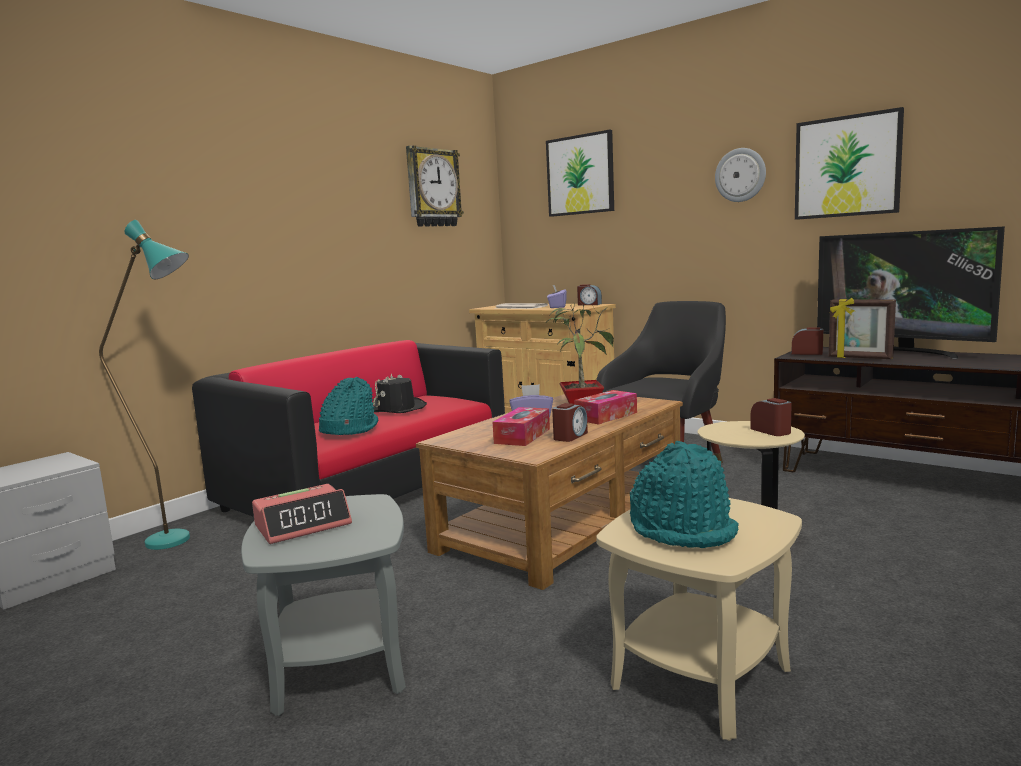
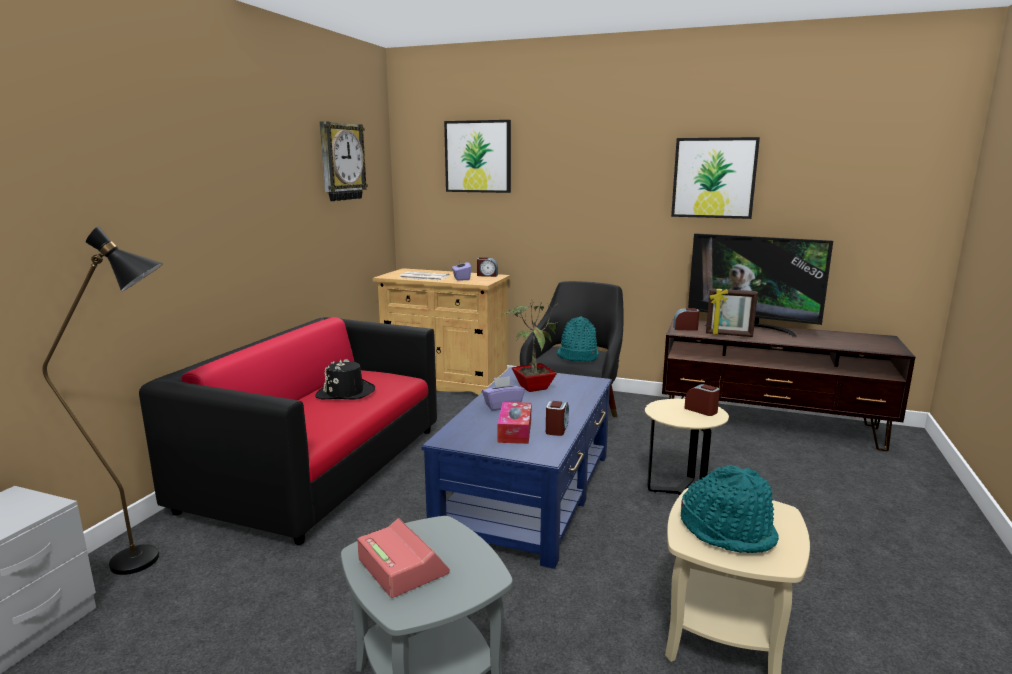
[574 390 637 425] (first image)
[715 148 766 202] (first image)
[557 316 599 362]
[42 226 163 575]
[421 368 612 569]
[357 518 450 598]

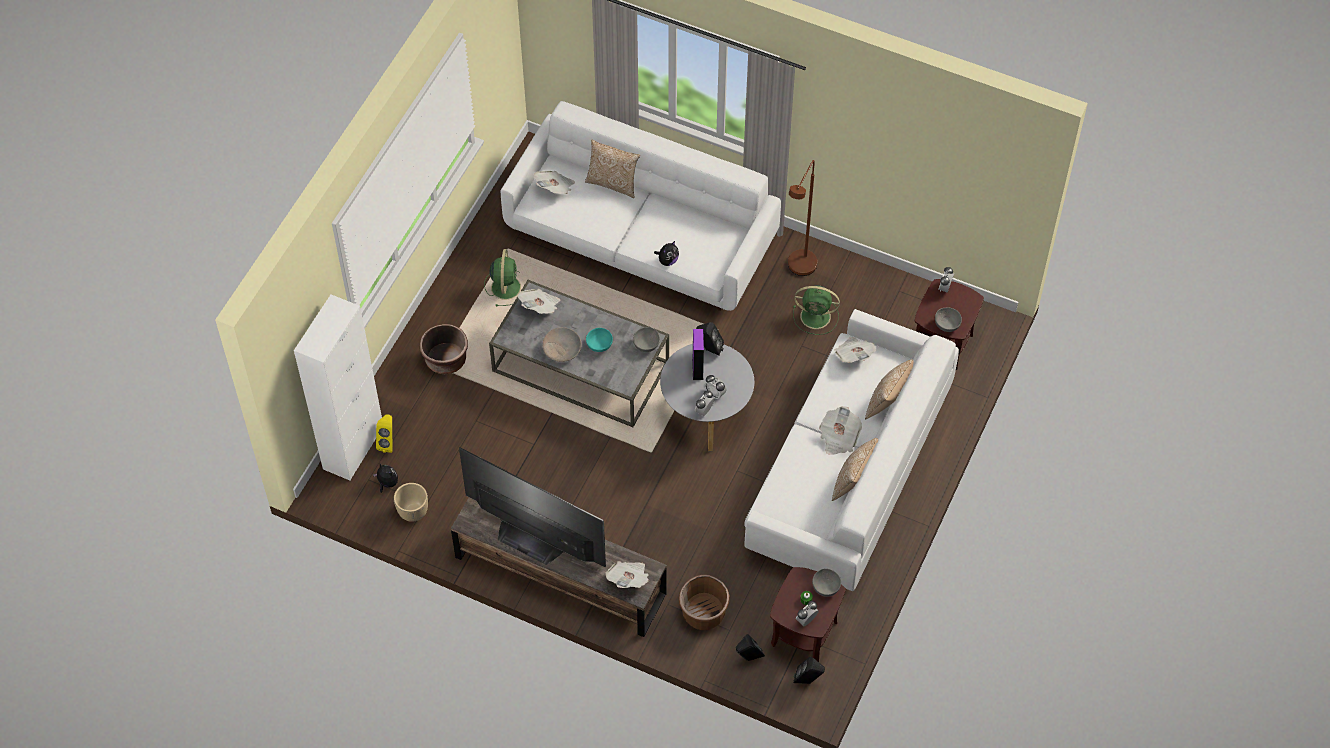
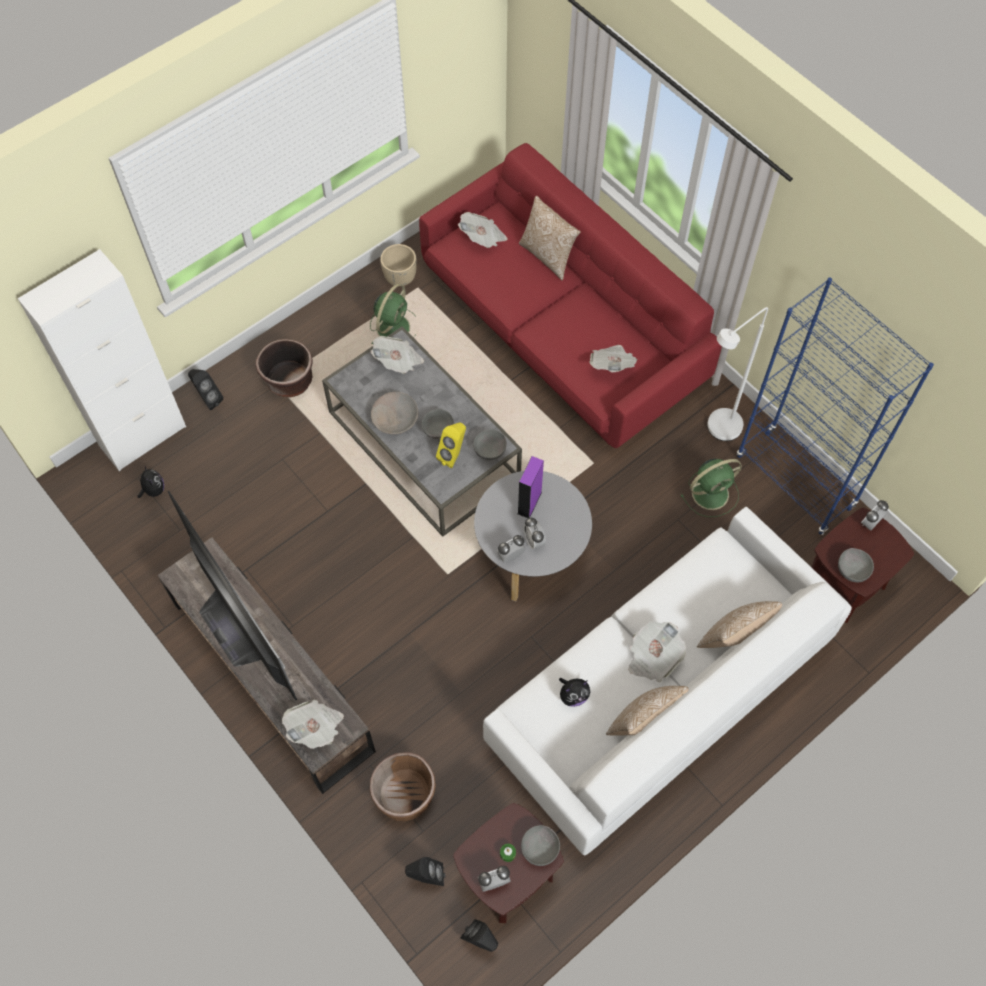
[736 277 934 535]
[436 422 466 468]
[380 244 417 286]
[559 678 590 707]
[188 369 223 410]
[589 345 638 372]
[419 143 722 448]
[422 409 454 439]
[707 307 768 441]
[680 458 742 517]

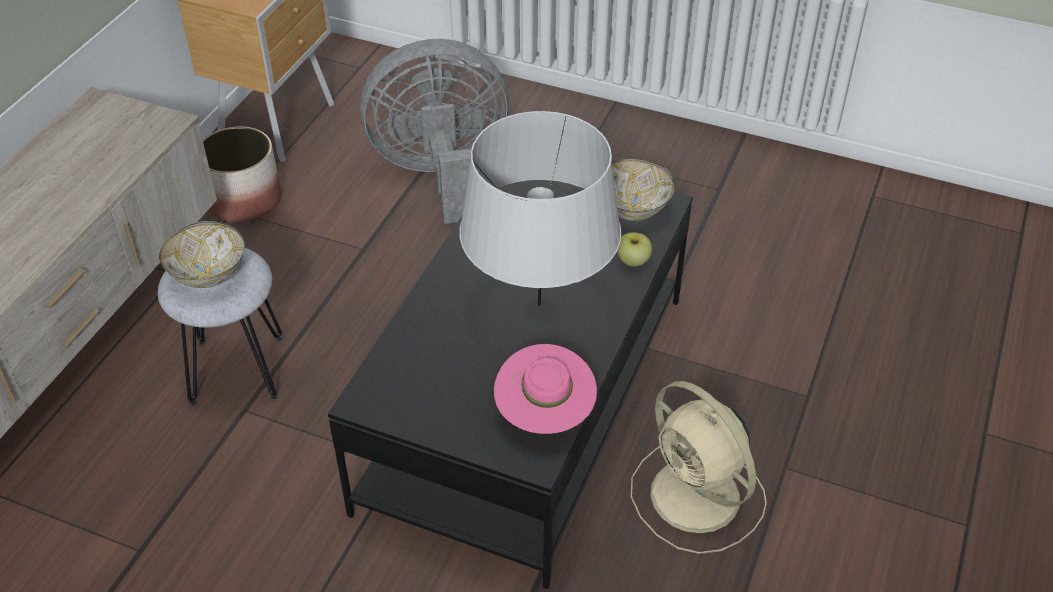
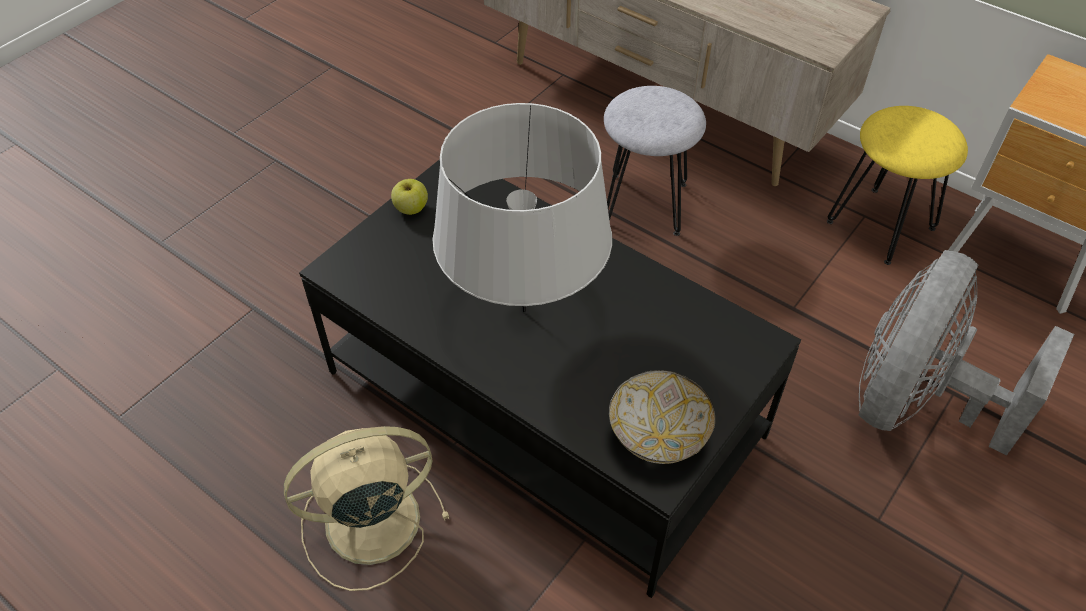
[159 221 245 288] (first image)
[494 344 597 434] (first image)
[391 179 428 215]
[827 106 968 265]
[859 250 1074 456]

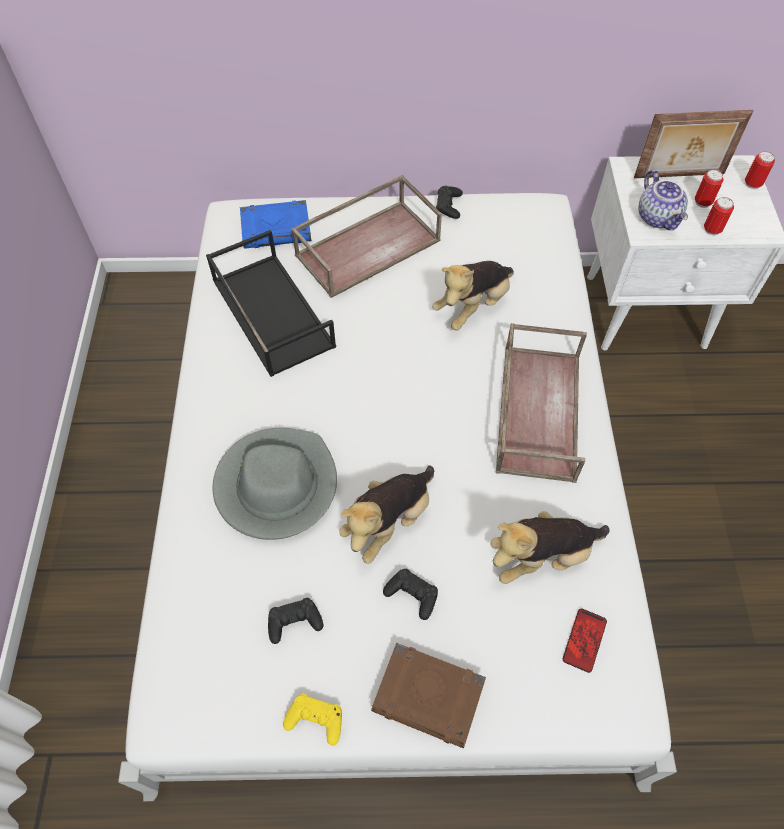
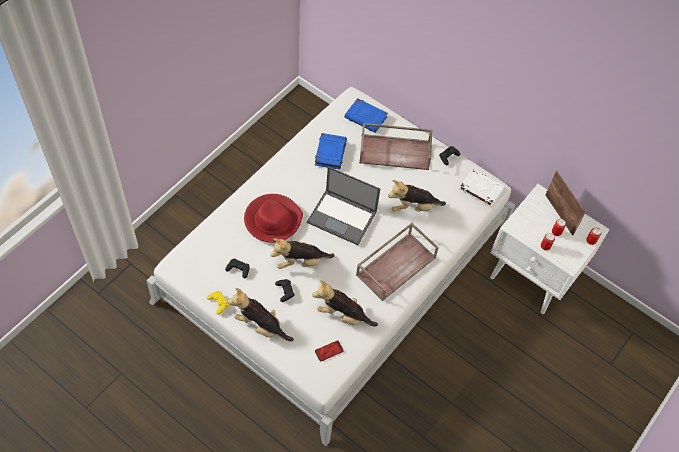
[639 170 688 230] (first image)
[307 166 380 245]
[459 169 505 207]
[315 133 347 169]
[228 288 294 341]
[244 194 303 242]
[545 171 586 236]

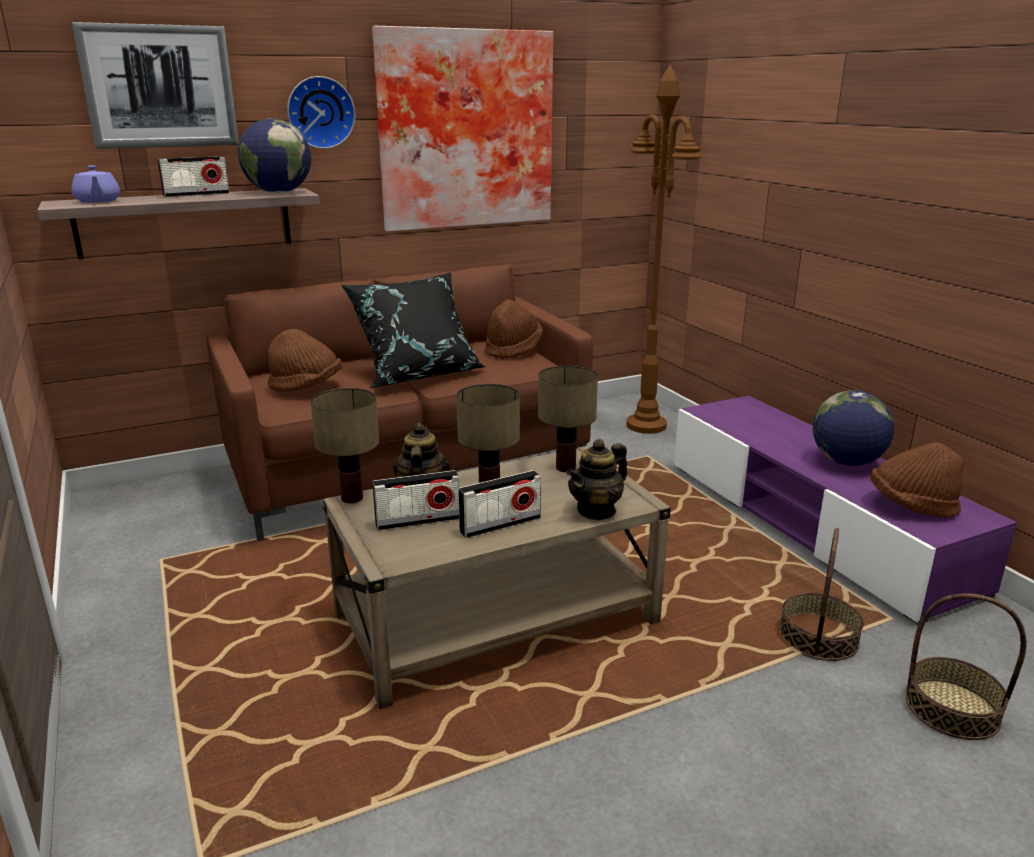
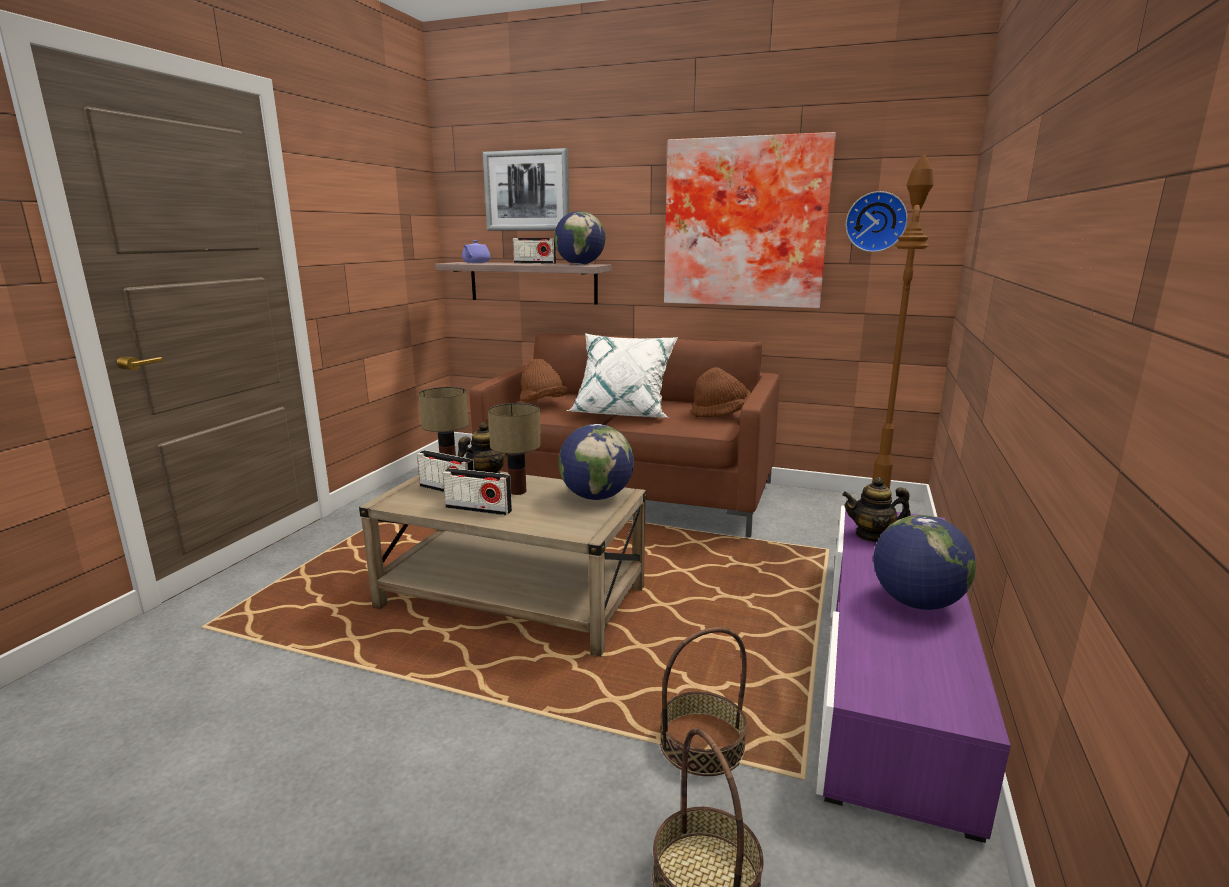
[871 442 964 518] (first image)
[846 191 908 252]
[842 477 911 542]
[558 424 634 500]
[567 333 678 418]

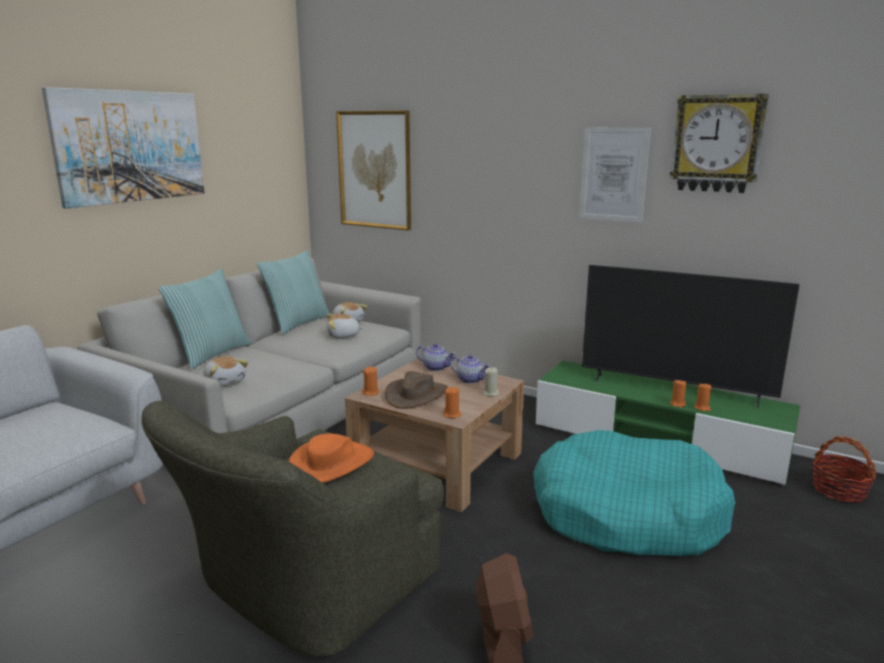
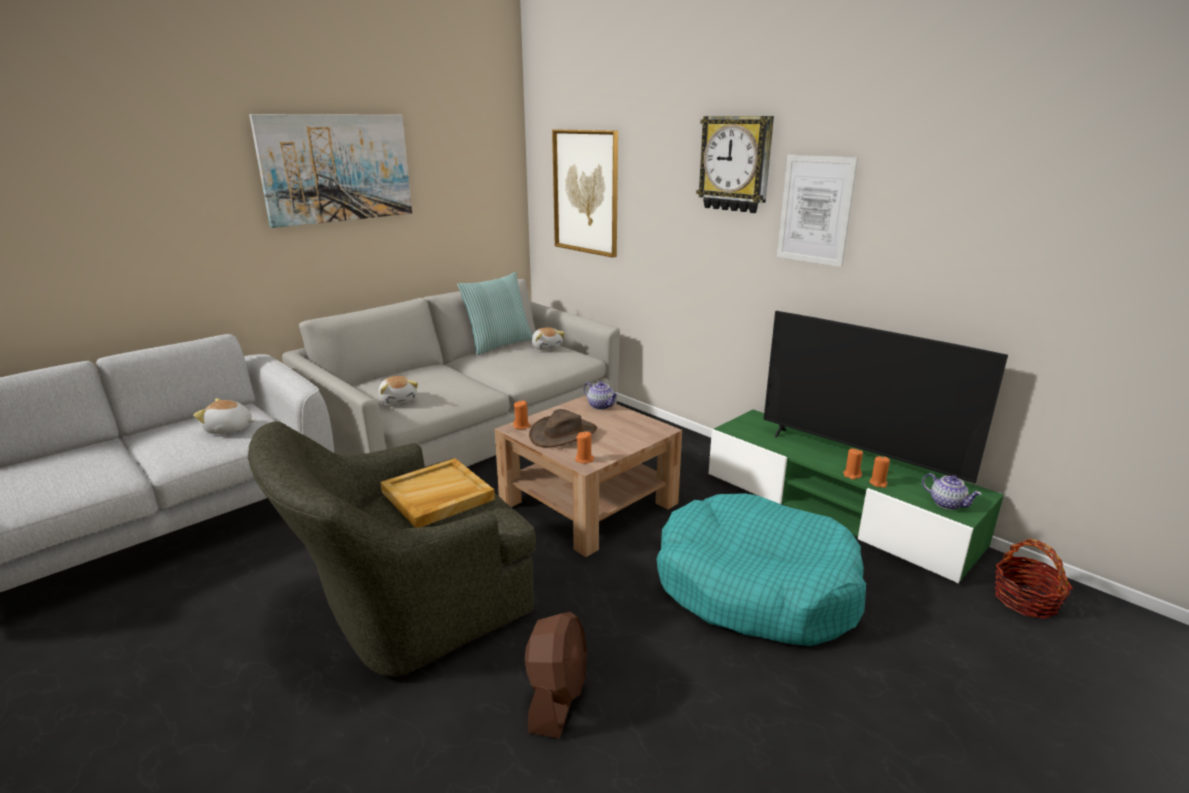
[158 269 251 370] (first image)
[483 367 500 396] (first image)
[193 398 254 434]
[922 473 981 510]
[696 116 774 213]
[380 458 495 528]

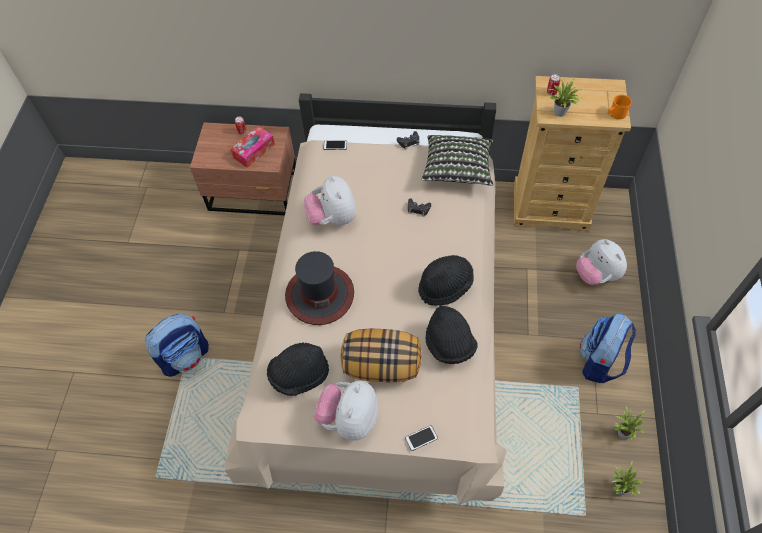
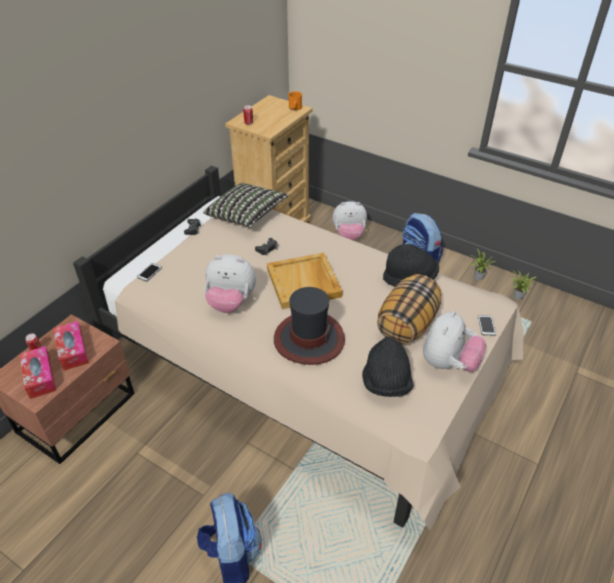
[418 255 474 306] (first image)
[548 78 582 117] (first image)
[20 346 57 399]
[267 253 342 309]
[423 311 486 372]

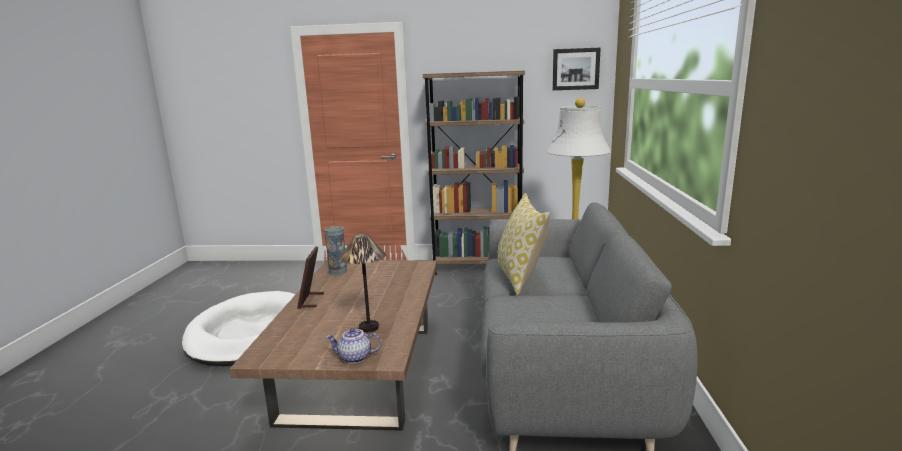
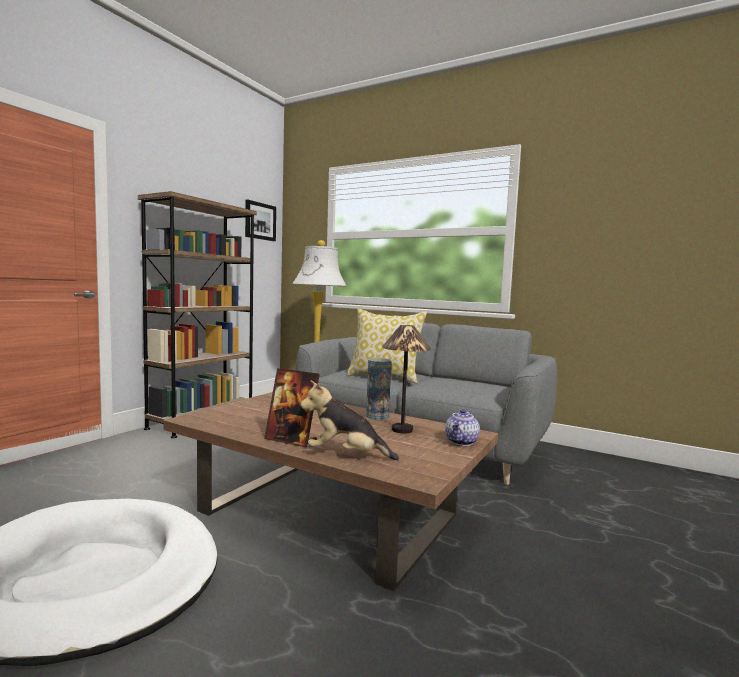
[300 380 399 461]
[366 358 391 420]

